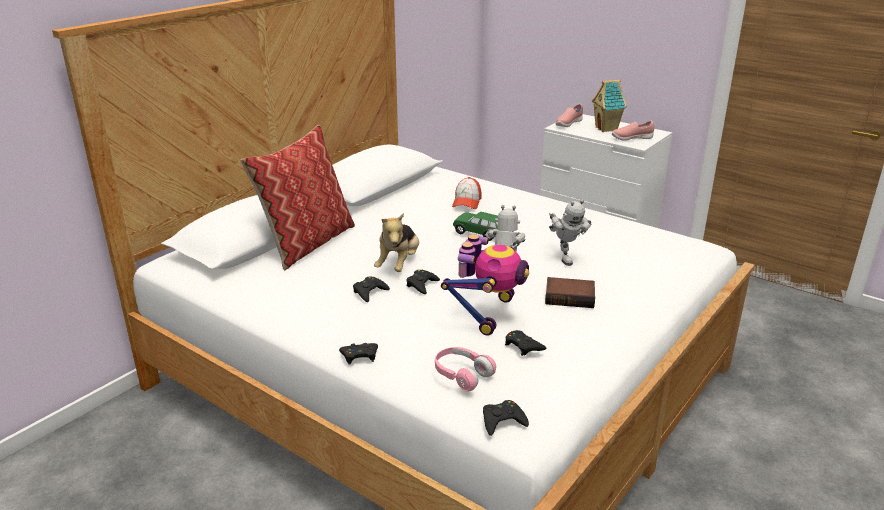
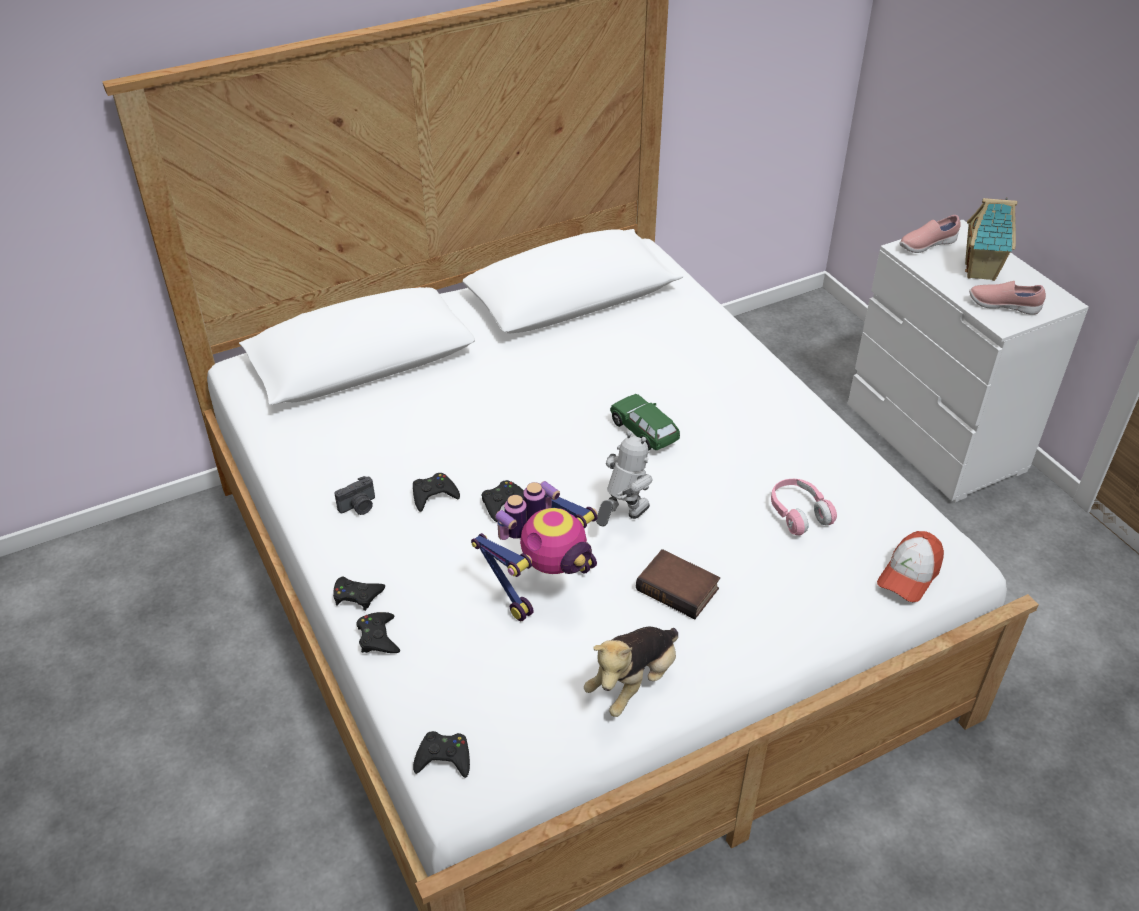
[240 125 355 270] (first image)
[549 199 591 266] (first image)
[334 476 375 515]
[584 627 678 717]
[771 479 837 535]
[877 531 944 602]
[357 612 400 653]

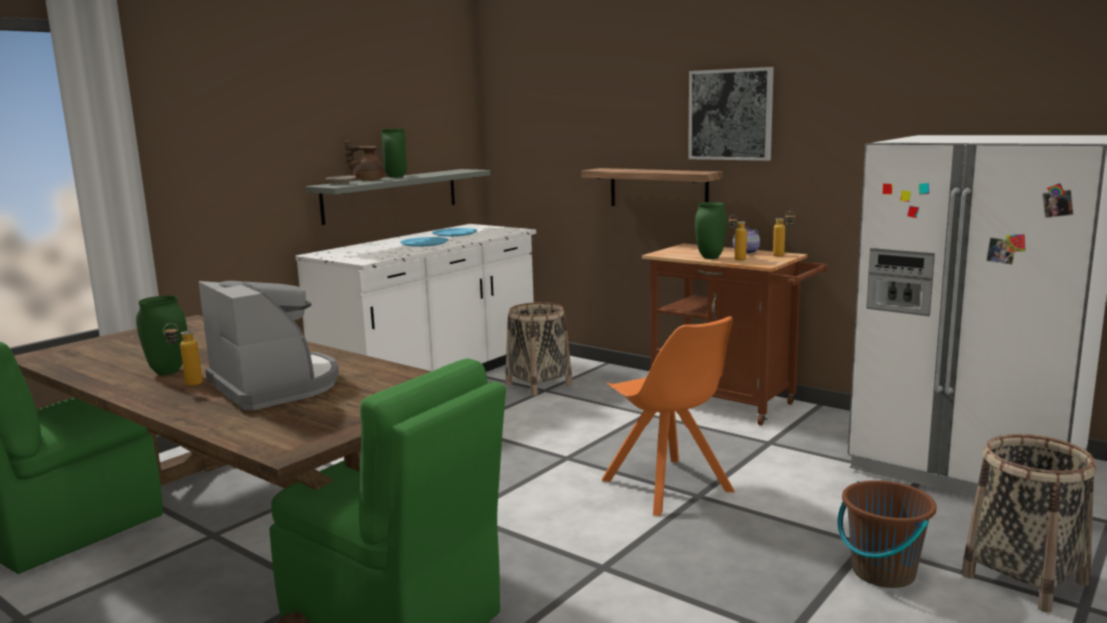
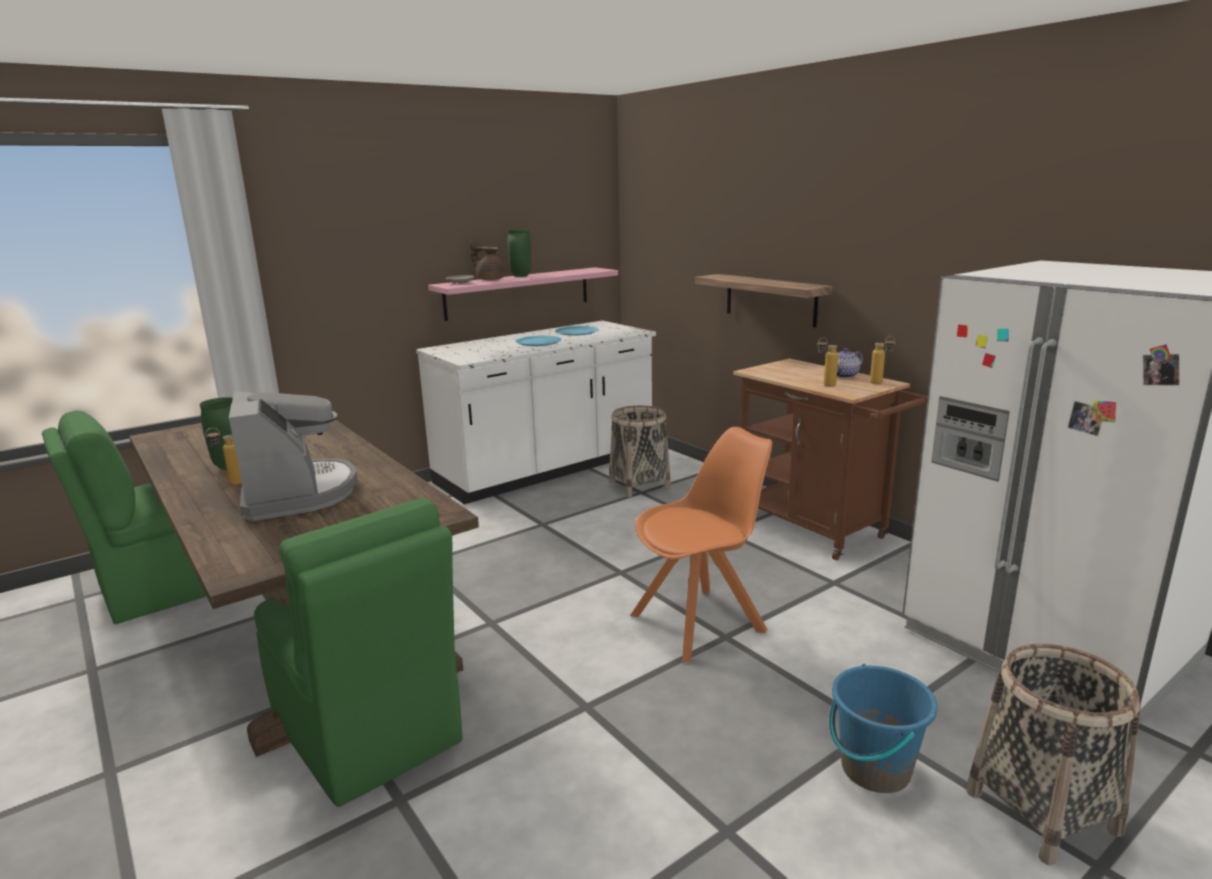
[688 67 774 161] (first image)
[695 202 727 259] (first image)
[428 267 618 321]
[829 664 938 793]
[630 427 773 663]

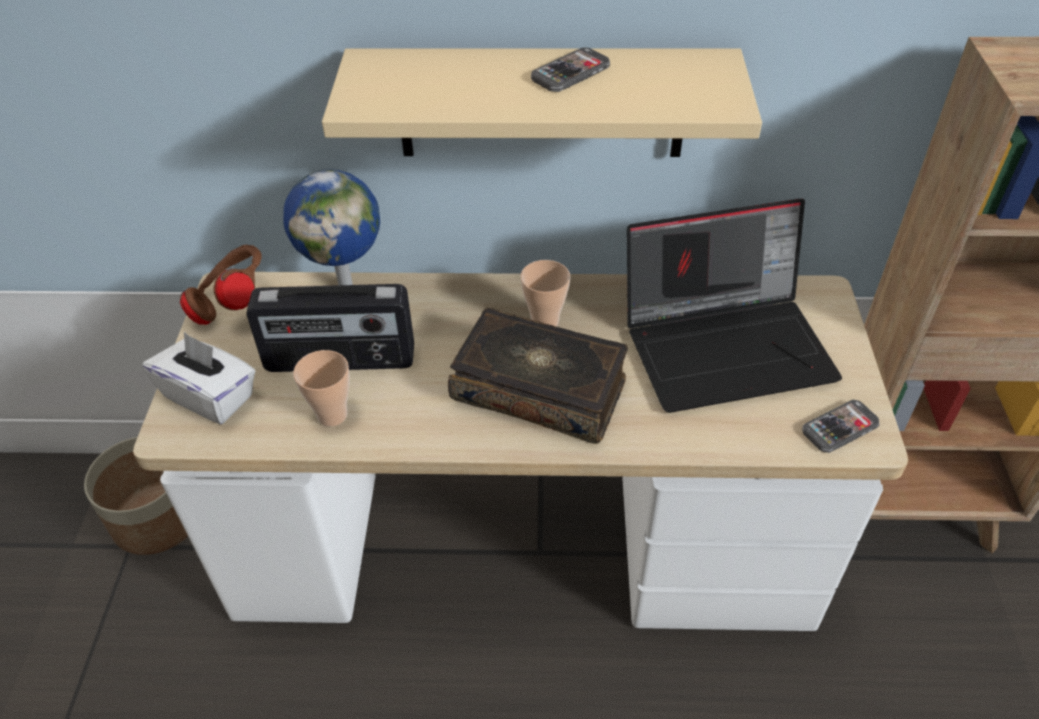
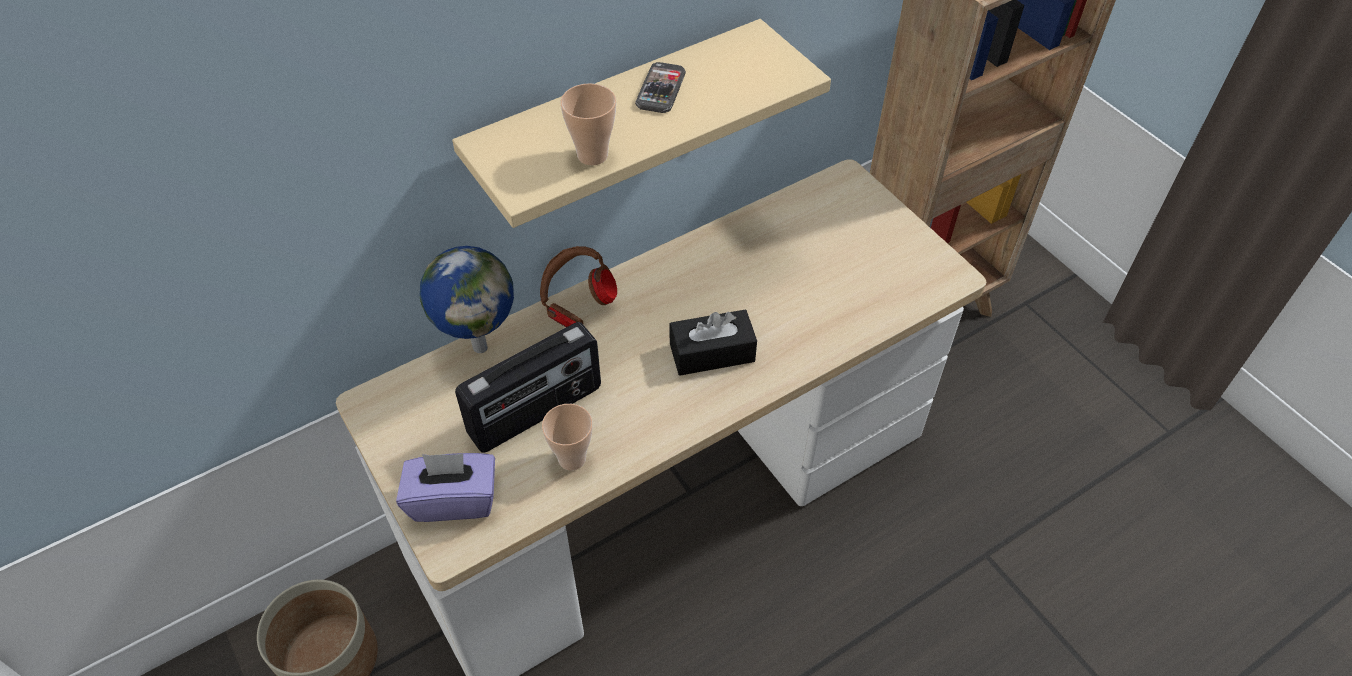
[627 199 842 413] (first image)
[802 400 879 453] (first image)
[540 246 617 327]
[560 83 616 165]
[669 309 757 376]
[396 453 495 522]

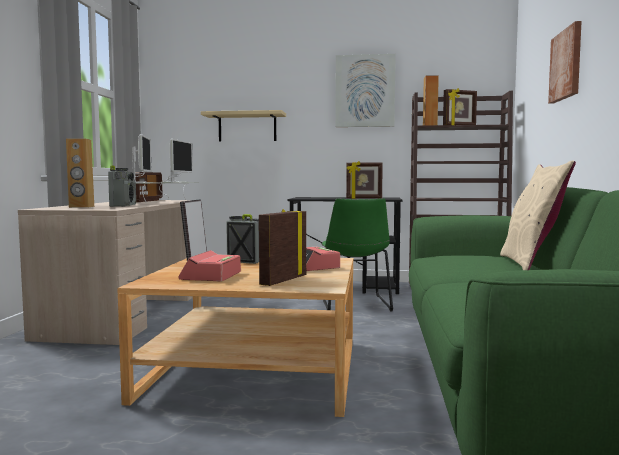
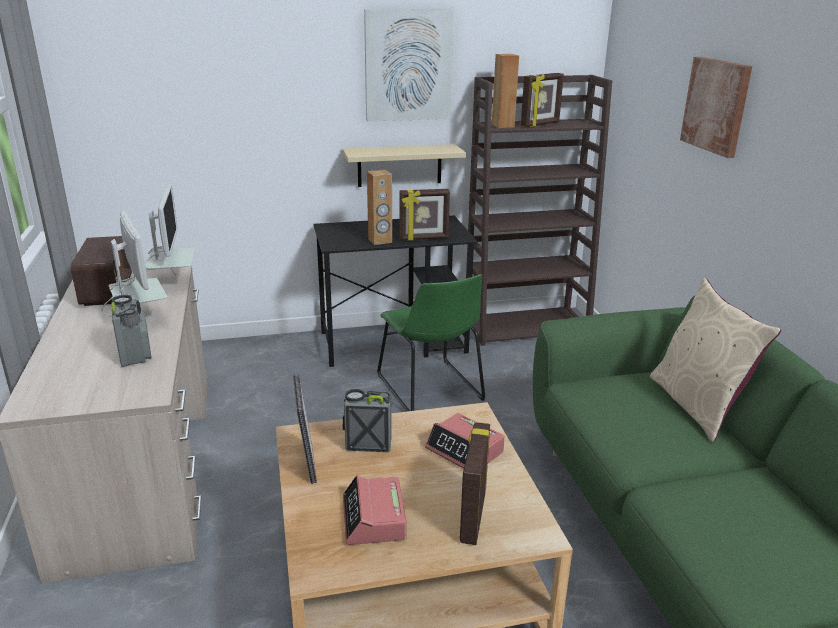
[367 170 392 245]
[342 144 466 187]

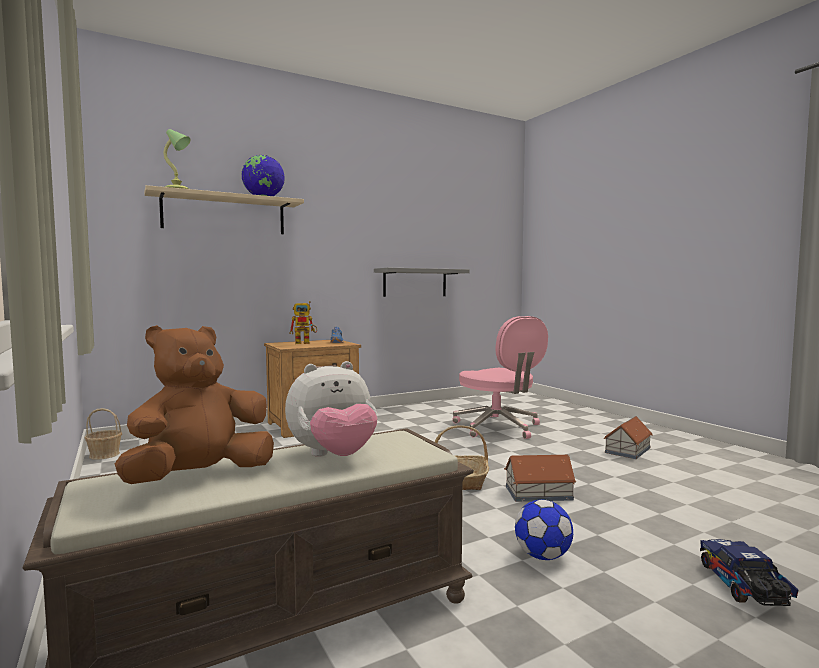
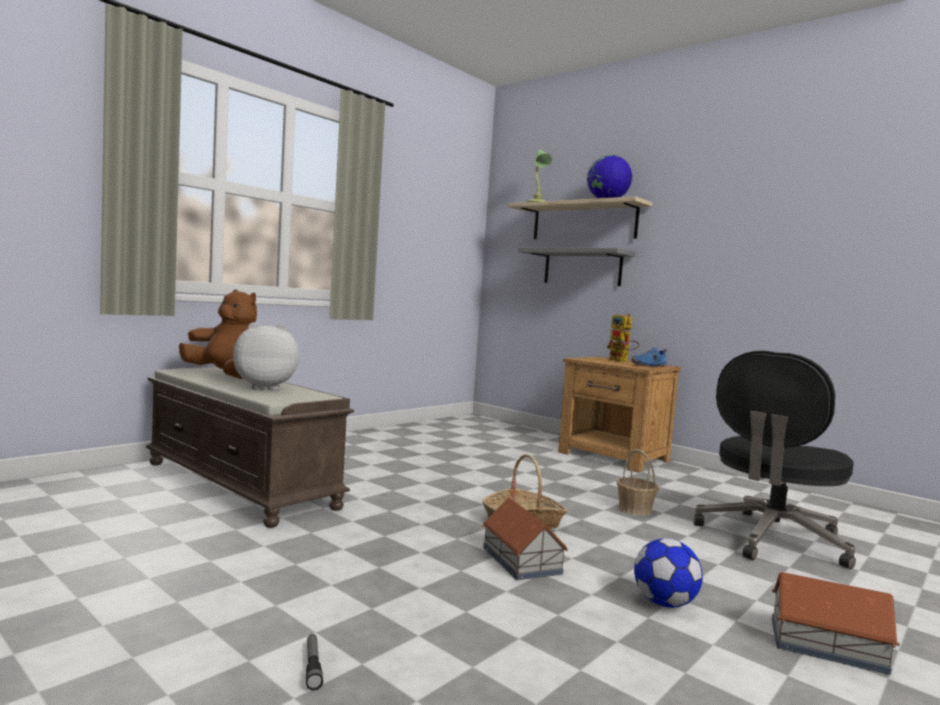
[616 449 659 516]
[518 248 636 286]
[634 538 703 608]
[306 634 323 691]
[693 351 856 569]
[233 322 299 390]

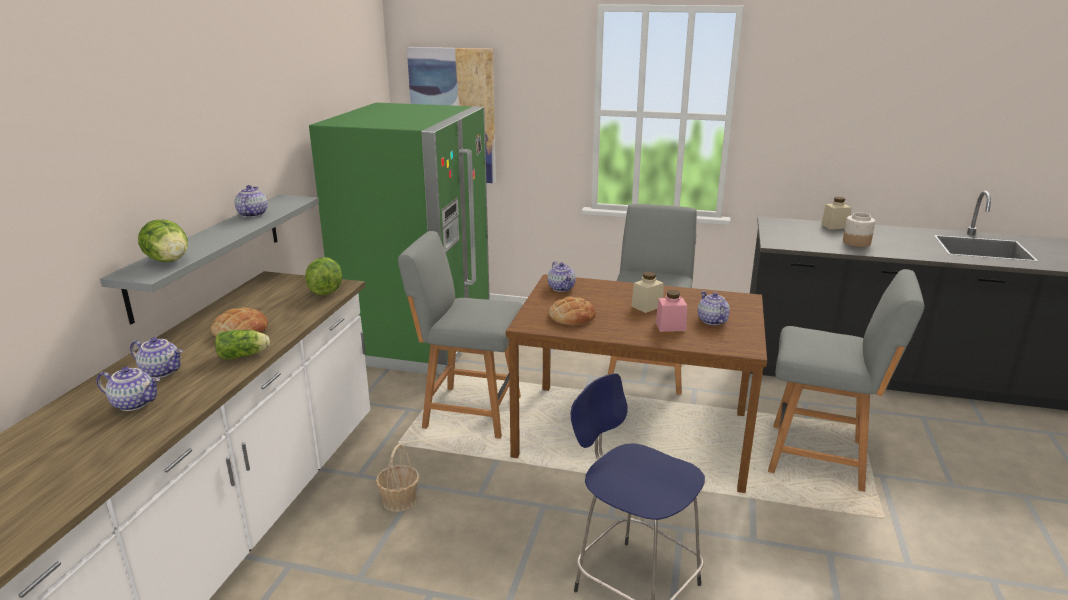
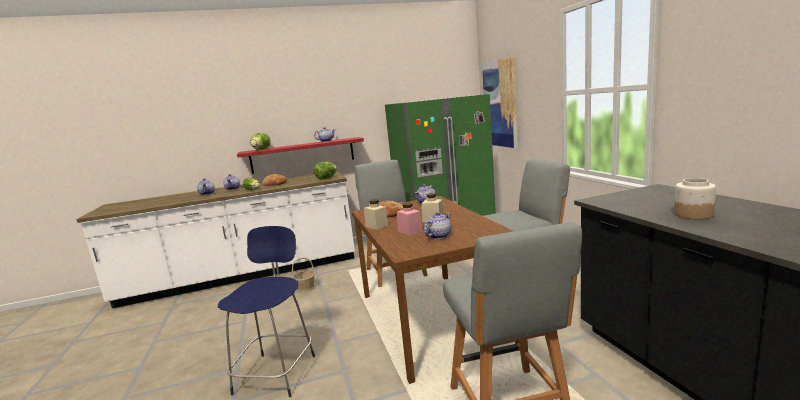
[364 199 389 230]
[237 137 364 174]

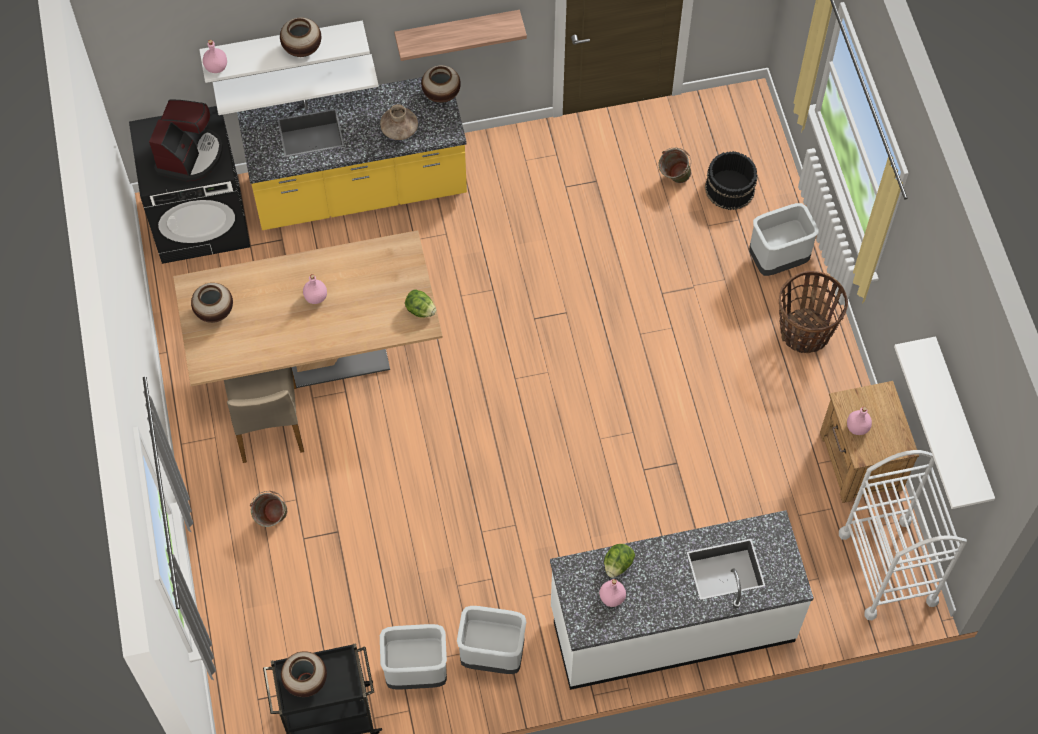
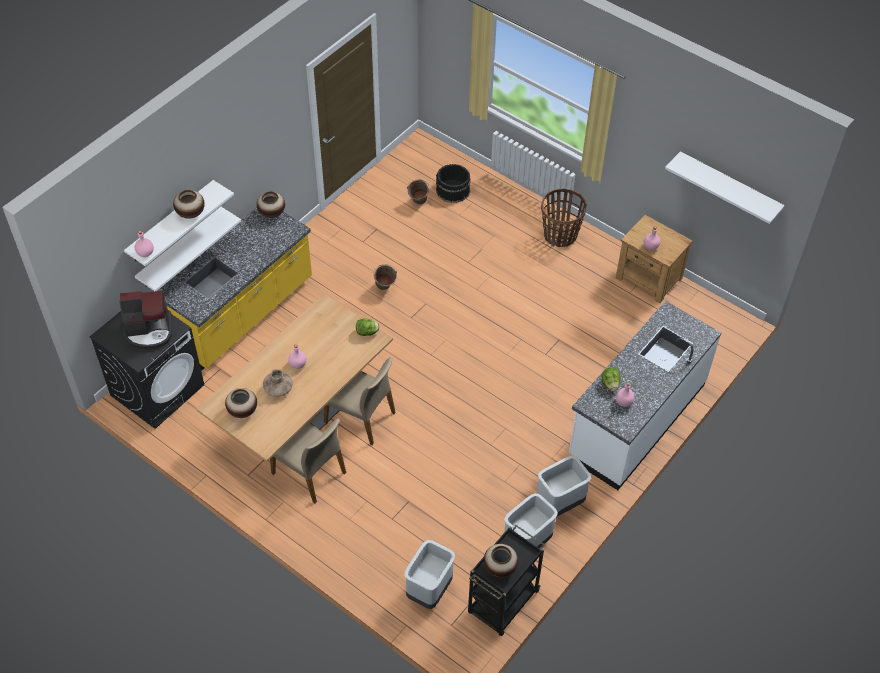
[394 10 527 61] (first image)
[839 450 967 620] (first image)
[323 357 396 445]
[373 264 397 290]
[263 369 293 397]
[405 540 455 609]
[119 290 172 349]

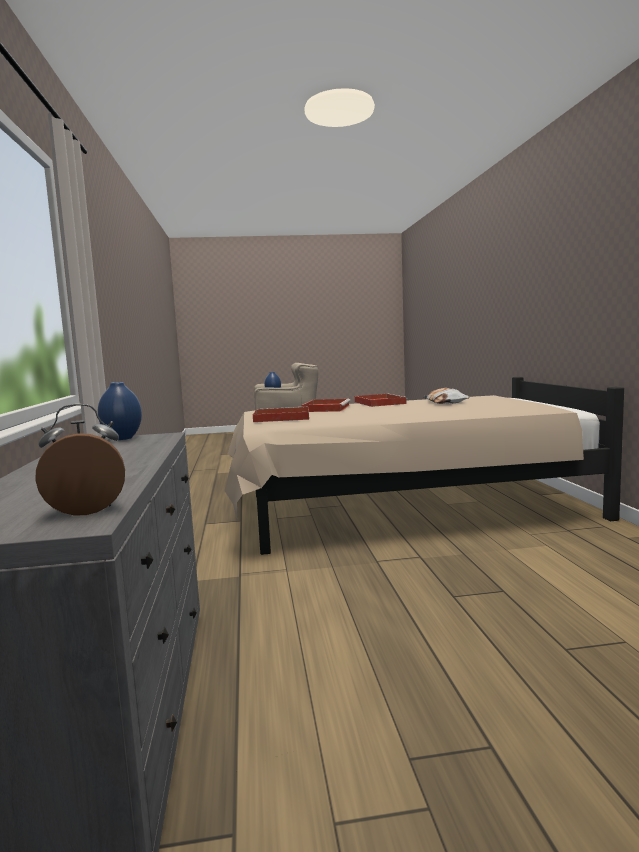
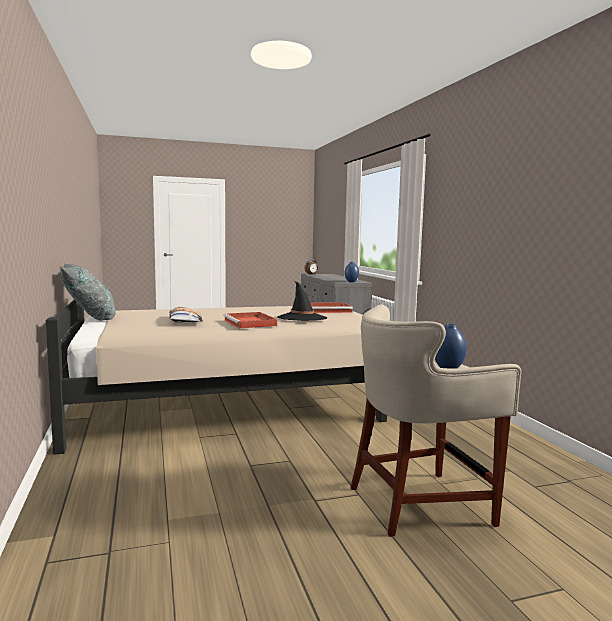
[61 264 115 320]
[277 281 327 321]

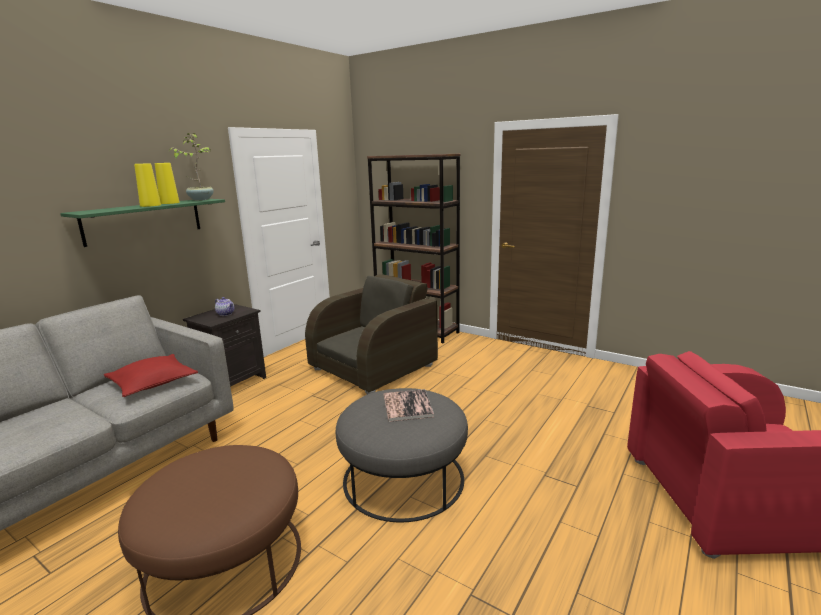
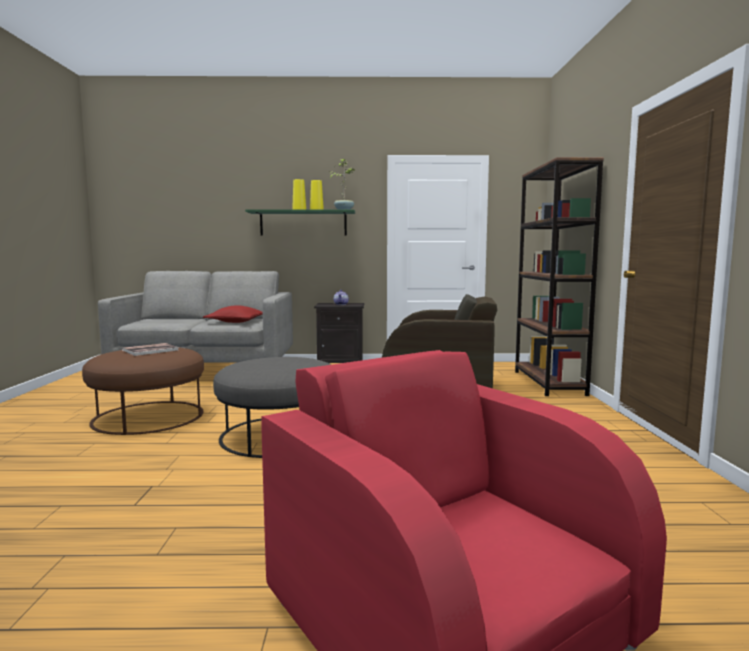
[122 343 179 356]

